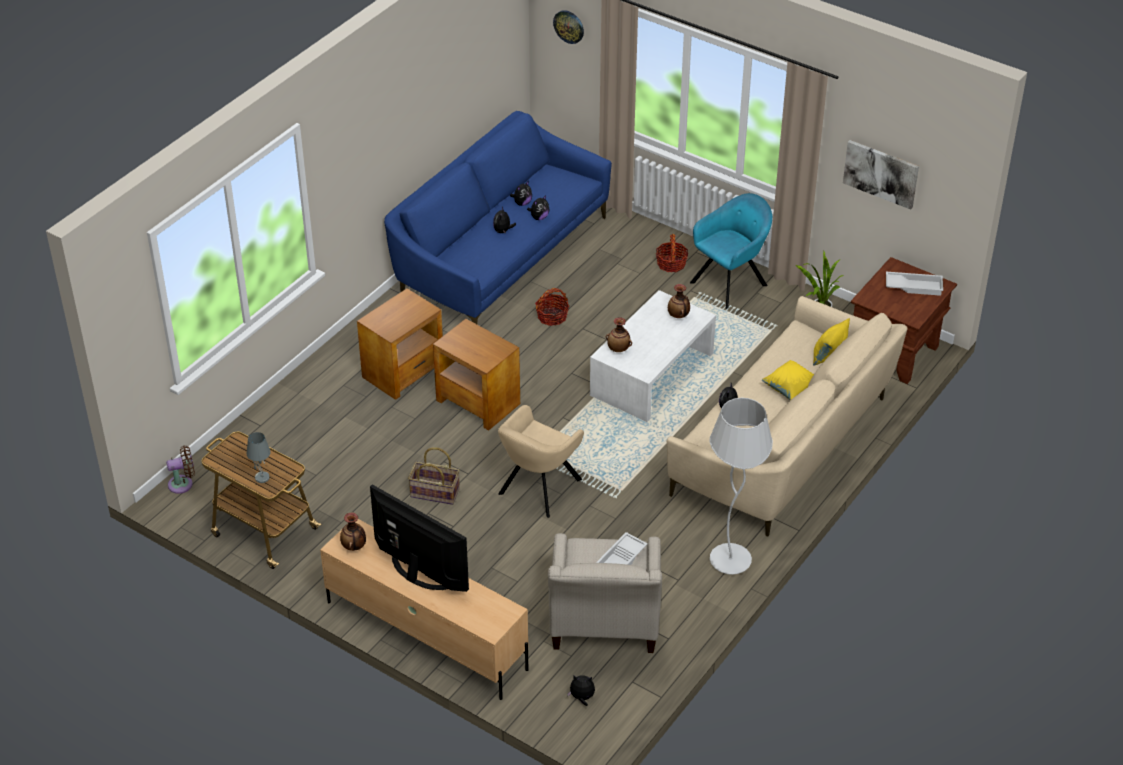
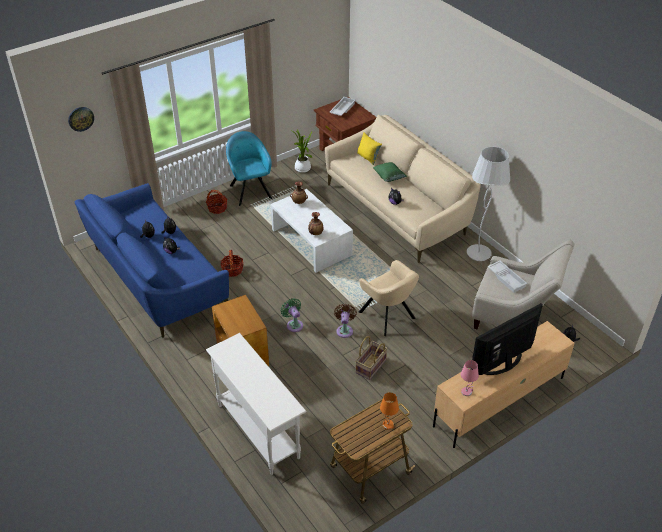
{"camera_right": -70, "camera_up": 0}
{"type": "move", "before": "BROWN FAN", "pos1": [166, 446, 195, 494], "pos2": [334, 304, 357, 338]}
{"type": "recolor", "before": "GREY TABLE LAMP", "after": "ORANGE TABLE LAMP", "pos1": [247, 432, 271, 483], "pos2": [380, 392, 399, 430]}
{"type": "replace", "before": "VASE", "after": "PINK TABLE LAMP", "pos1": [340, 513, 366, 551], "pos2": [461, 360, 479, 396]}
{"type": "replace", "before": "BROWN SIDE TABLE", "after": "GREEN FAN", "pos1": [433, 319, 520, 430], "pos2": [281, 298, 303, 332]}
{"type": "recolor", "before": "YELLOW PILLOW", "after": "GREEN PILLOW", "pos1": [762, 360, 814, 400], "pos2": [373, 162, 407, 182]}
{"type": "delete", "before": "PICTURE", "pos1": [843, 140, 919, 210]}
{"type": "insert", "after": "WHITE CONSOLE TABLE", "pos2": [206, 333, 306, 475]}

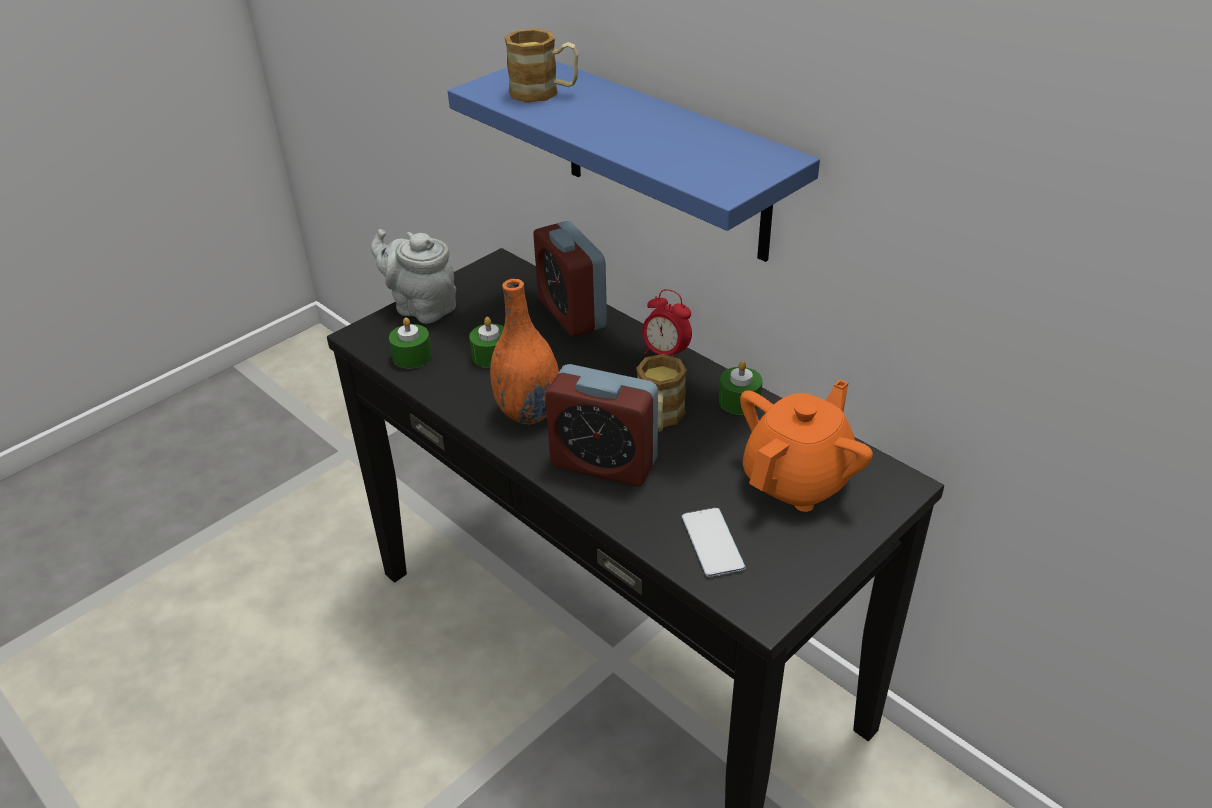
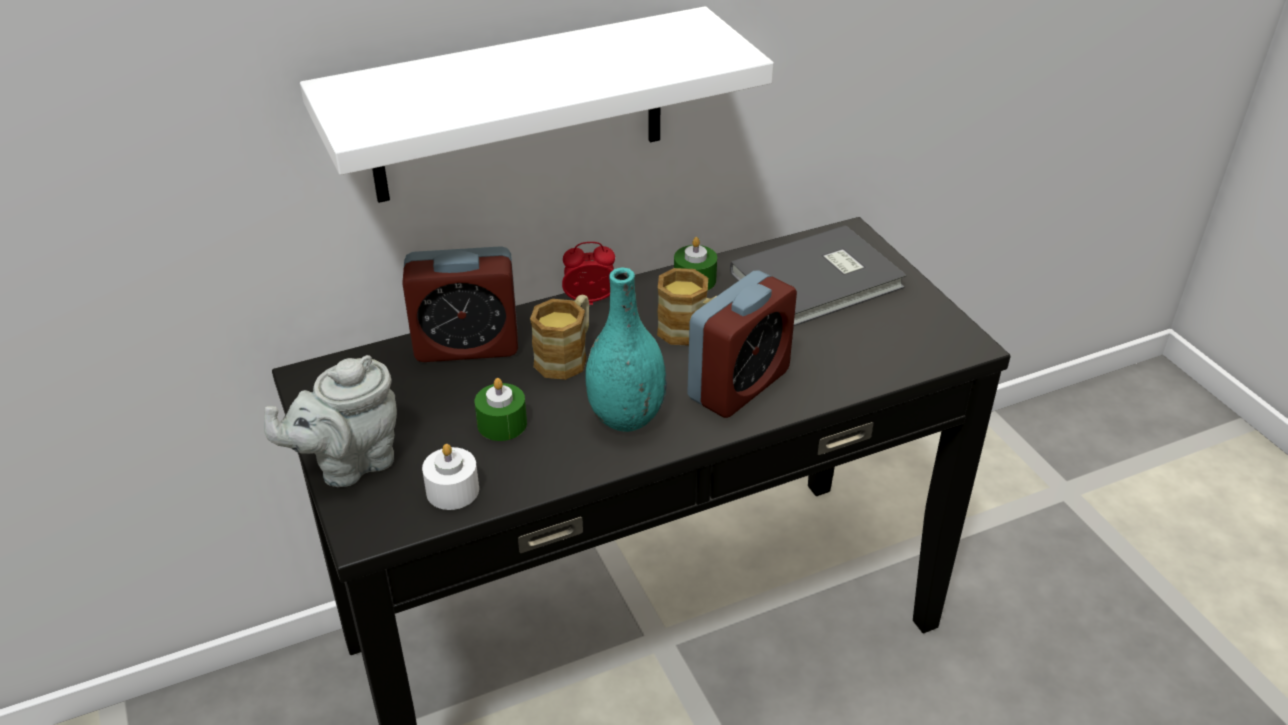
{"camera_right": -70, "camera_up": 0}
{"type": "recolor", "before": "GREEN CANDLE", "after": "WHITE CANDLE", "pos1": [389, 317, 432, 368], "pos2": [422, 444, 479, 510]}
{"type": "recolor", "before": "BLUE SHELF", "after": "WHITE SHELF", "pos1": [448, 61, 820, 262], "pos2": [300, 6, 774, 203]}
{"type": "recolor", "before": "ORANGE VASE", "after": "TURQUOISE VASE", "pos1": [490, 279, 559, 424], "pos2": [585, 267, 667, 432]}
{"type": "move", "before": "MUG", "pos1": [504, 28, 578, 103], "pos2": [530, 295, 589, 380]}
{"type": "rotate", "before": "ALARM CLOCK", "pos1": [642, 289, 692, 357], "pos2": [562, 242, 615, 305], "turn": -150}
{"type": "delete", "before": "PHONE", "pos1": [682, 507, 746, 577]}
{"type": "replace", "before": "ORANGE TEAPOT", "after": "GREY BOOK", "pos1": [740, 380, 873, 512], "pos2": [730, 225, 907, 326]}

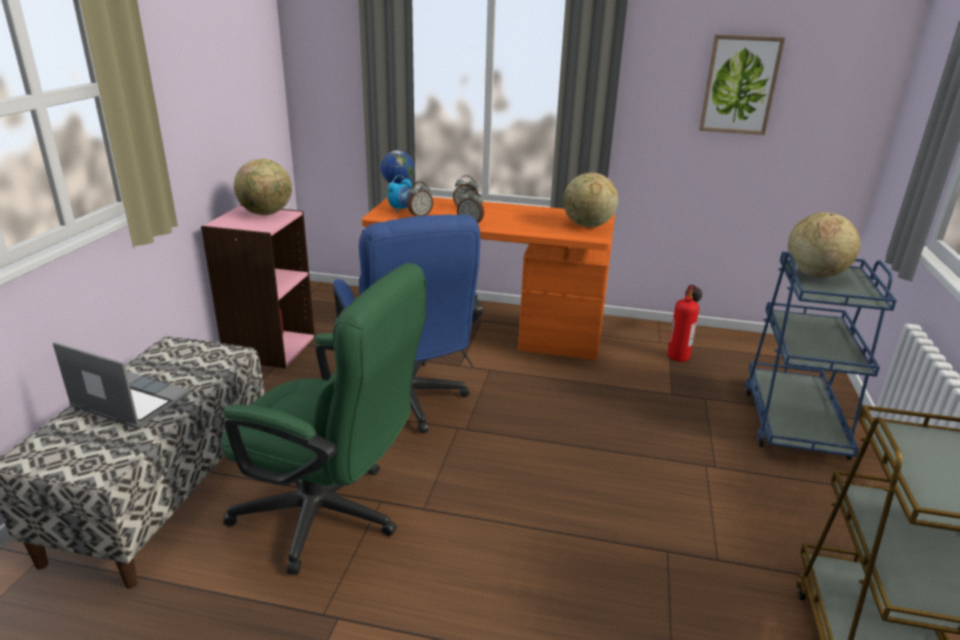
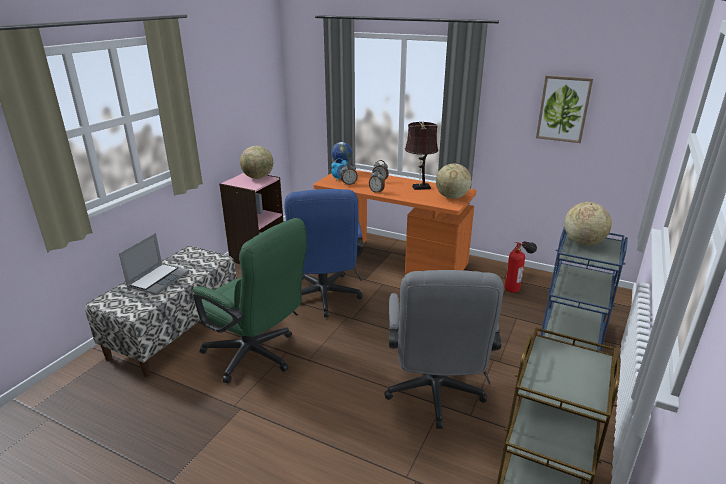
{"camera_right": 15, "camera_up": 0}
{"type": "rotate", "before": "LAPTOP", "pos1": [53, 342, 191, 429], "pos2": [119, 233, 189, 295], "turn": 75}
{"type": "insert", "after": "GREY OFFICE CHAIR", "pos2": [384, 270, 504, 429]}
{"type": "insert", "after": "BROWN TABLE LAMP", "pos2": [405, 122, 438, 190]}

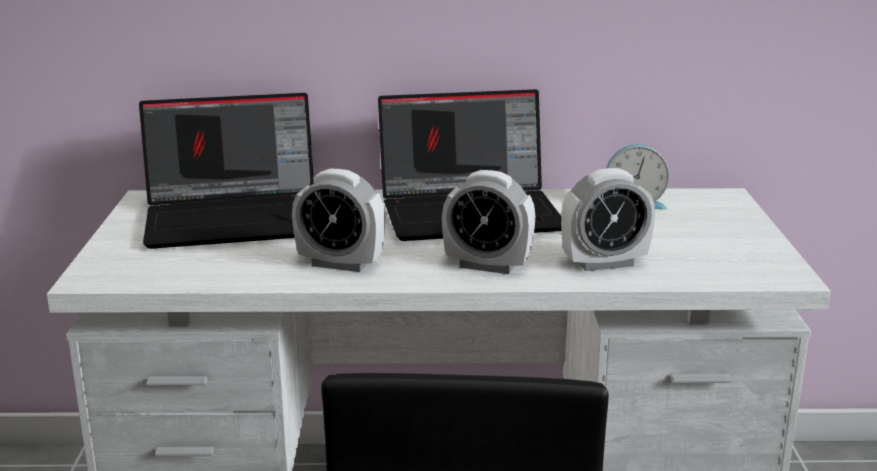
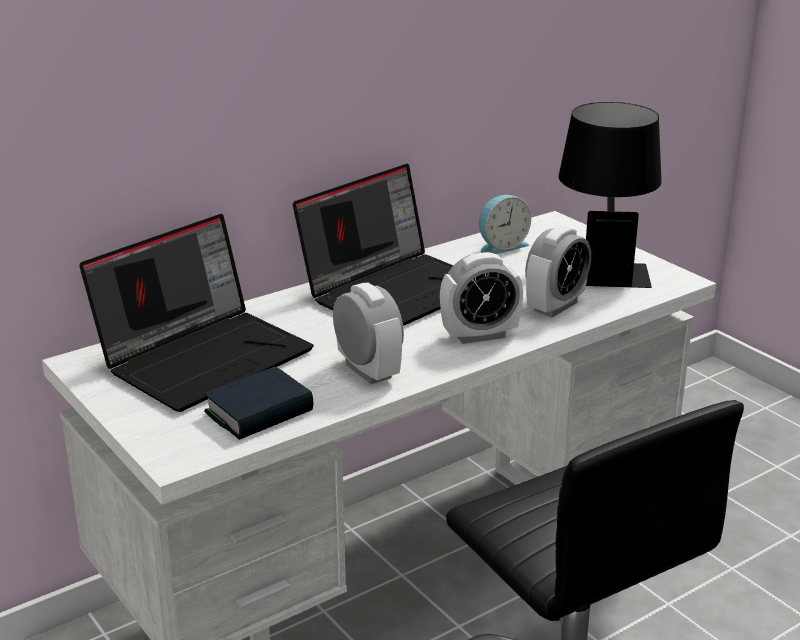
{"camera_right": -35, "camera_up": 5}
{"type": "rotate", "before": "ALARM CLOCK", "pos1": [292, 169, 385, 272], "pos2": [333, 283, 404, 384], "turn": -105}
{"type": "insert", "after": "BOOK", "pos2": [204, 366, 313, 440]}
{"type": "insert", "after": "BLACK TABLE LAMP", "pos2": [559, 102, 662, 288]}

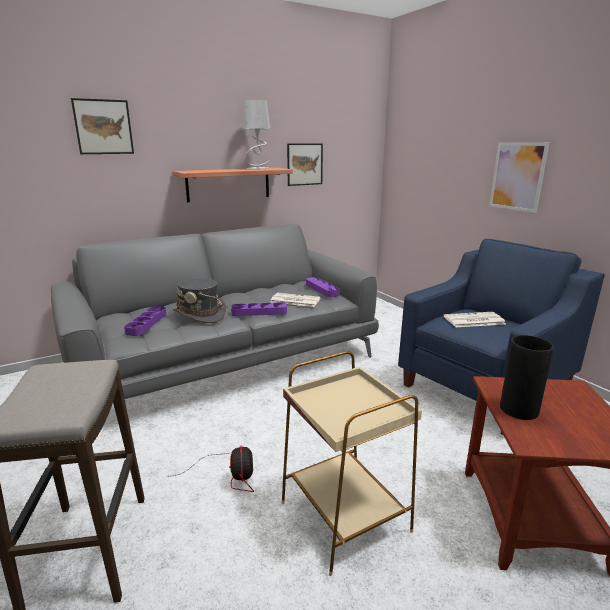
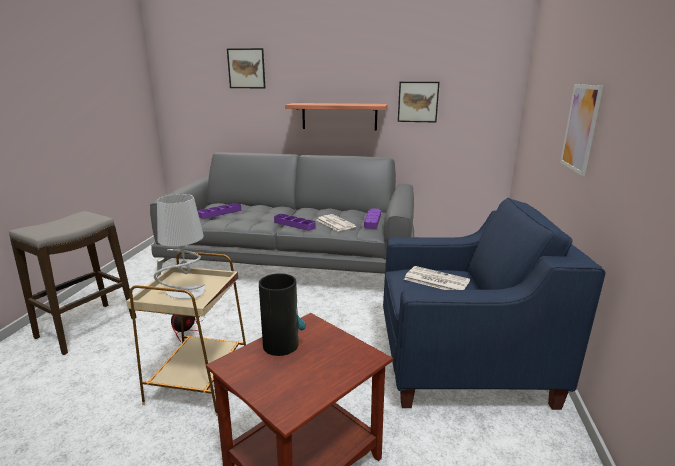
{"camera_right": 40, "camera_up": 0}
{"type": "delete", "before": "GREY HAT", "pos1": [173, 278, 226, 323]}
{"type": "move", "before": "GREY TABLE LAMP", "pos1": [243, 100, 270, 170], "pos2": [154, 194, 205, 299]}

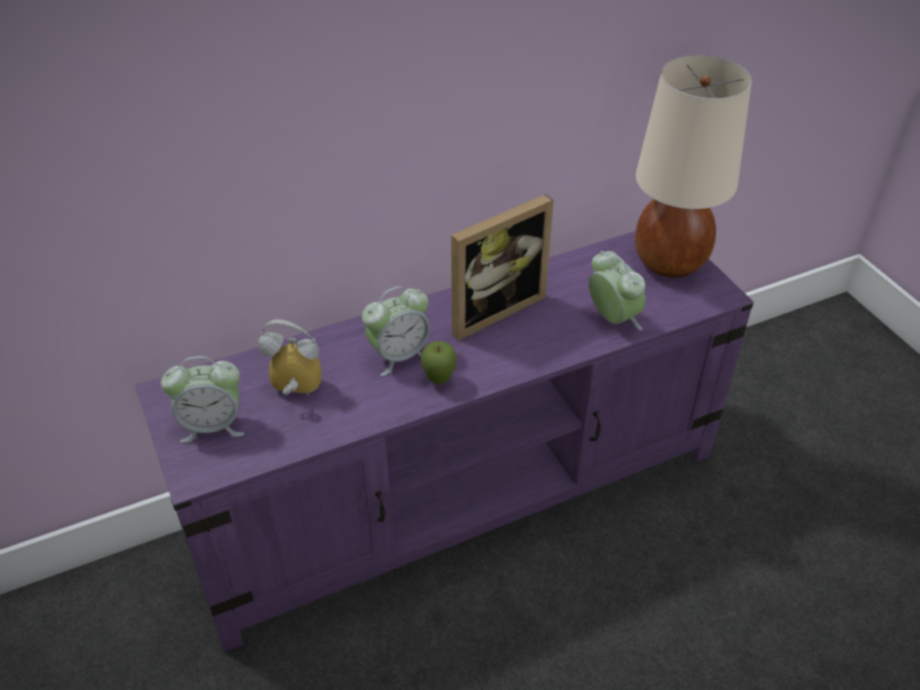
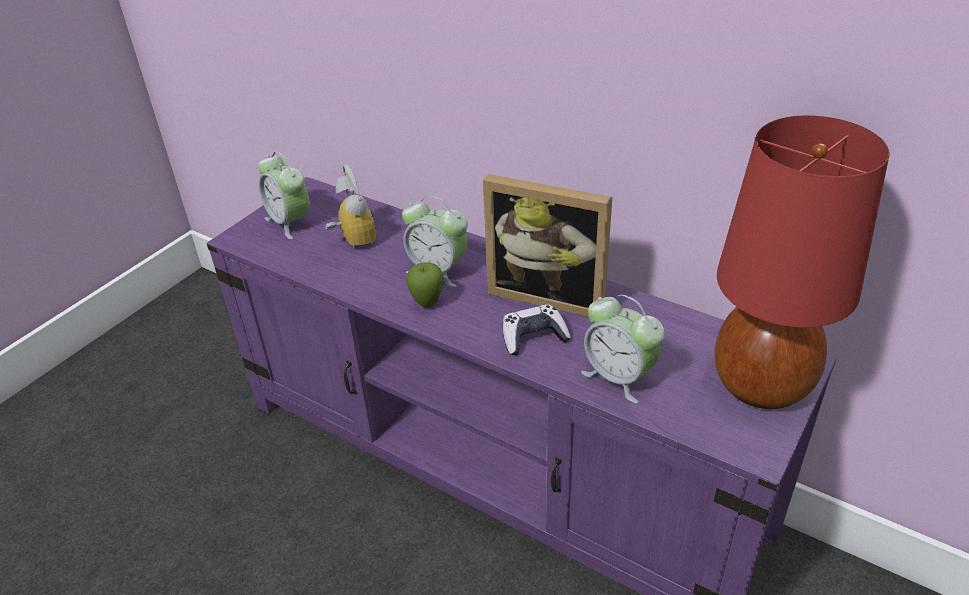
{"camera_right": 60, "camera_up": -5}
{"type": "rotate", "before": "ALARM CLOCK", "pos1": [589, 251, 646, 330], "pos2": [581, 294, 665, 403], "turn": 105}
{"type": "recolor", "before": "BEIGE TABLE LAMP", "after": "RED TABLE LAMP", "pos1": [635, 55, 752, 278], "pos2": [715, 115, 890, 409]}
{"type": "insert", "after": "GAME CONTROLLER", "pos2": [503, 304, 571, 355]}

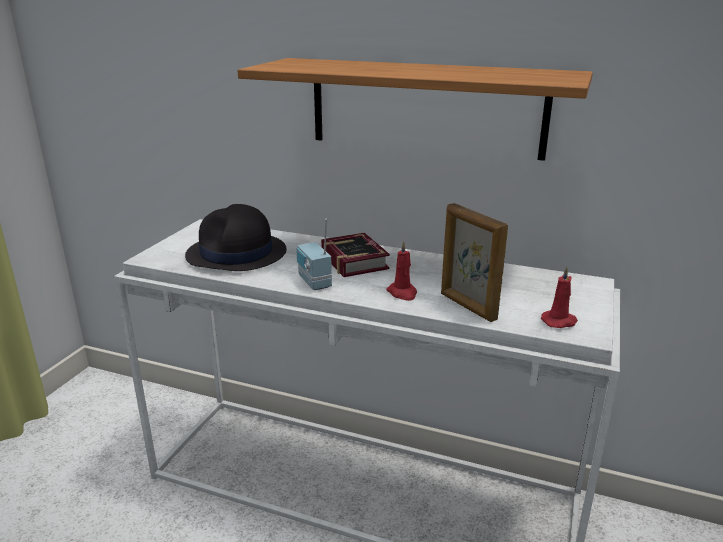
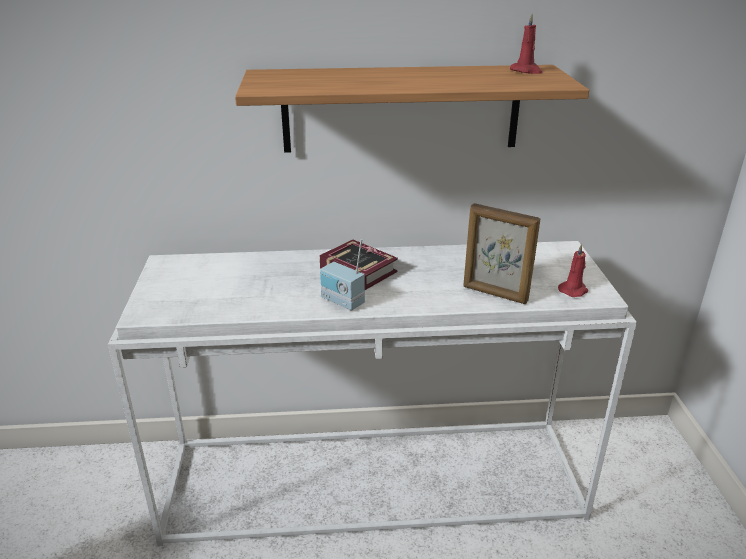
{"camera_right": -25, "camera_up": 5}
{"type": "delete", "before": "BLACK HAT", "pos1": [185, 204, 287, 271]}
{"type": "move", "before": "RED CANDLE", "pos1": [386, 241, 417, 301], "pos2": [510, 14, 542, 74]}

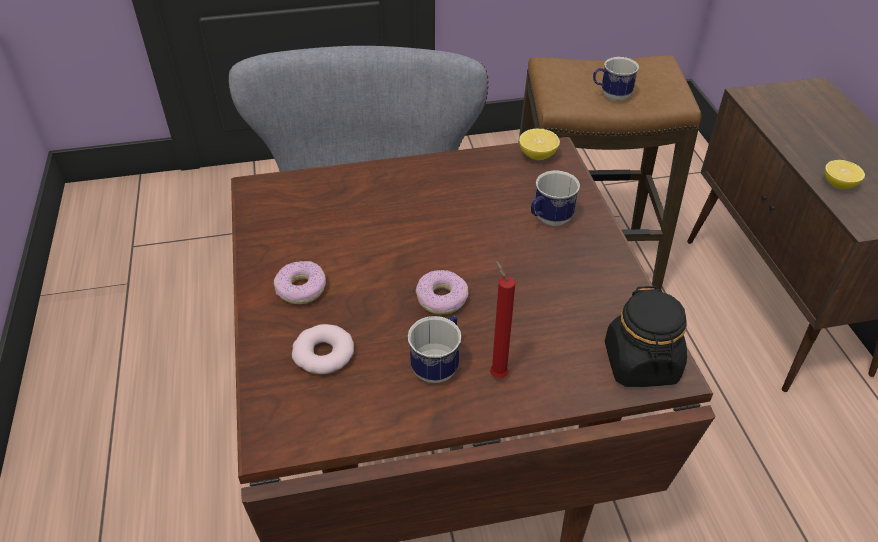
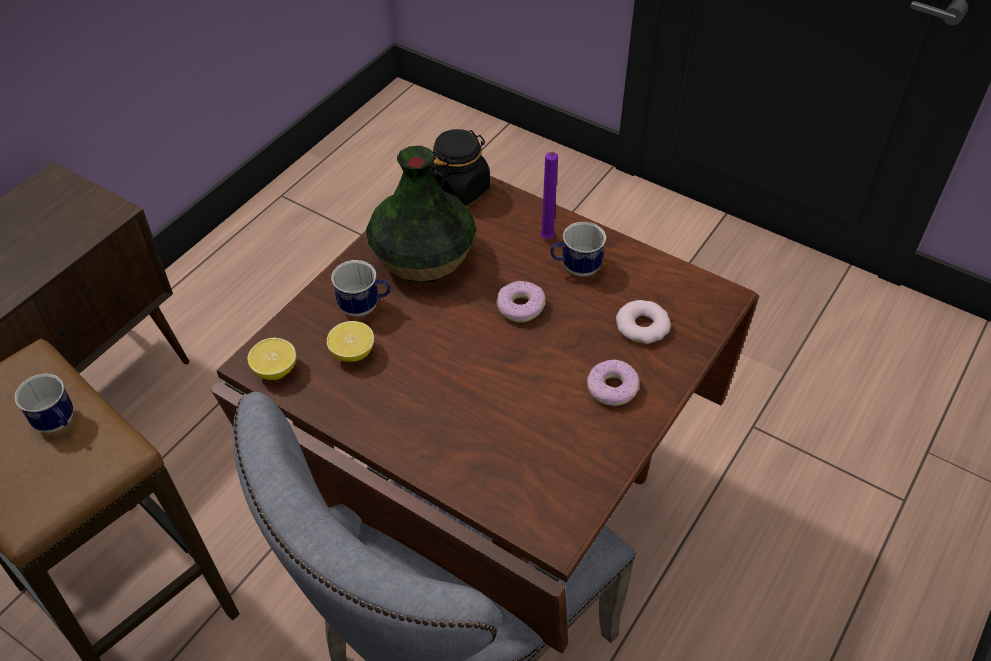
{"camera_right": -135, "camera_up": 5}
{"type": "recolor", "before": "RED CANDLE", "after": "PURPLE CANDLE", "pos1": [490, 260, 516, 378], "pos2": [540, 152, 558, 239]}
{"type": "move", "before": "LEMON", "pos1": [825, 160, 865, 189], "pos2": [327, 321, 374, 362]}
{"type": "insert", "after": "VASE", "pos2": [366, 146, 476, 282]}

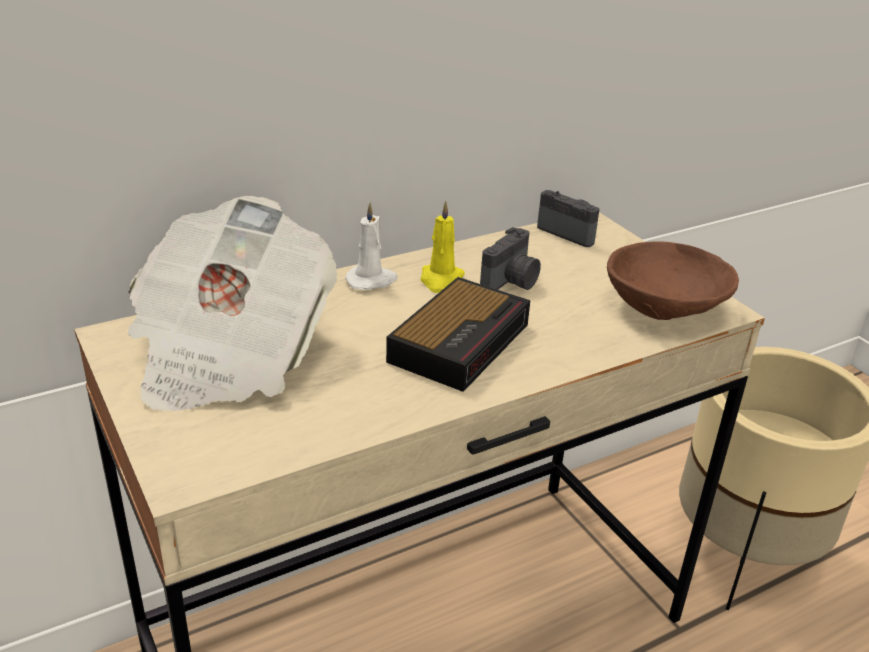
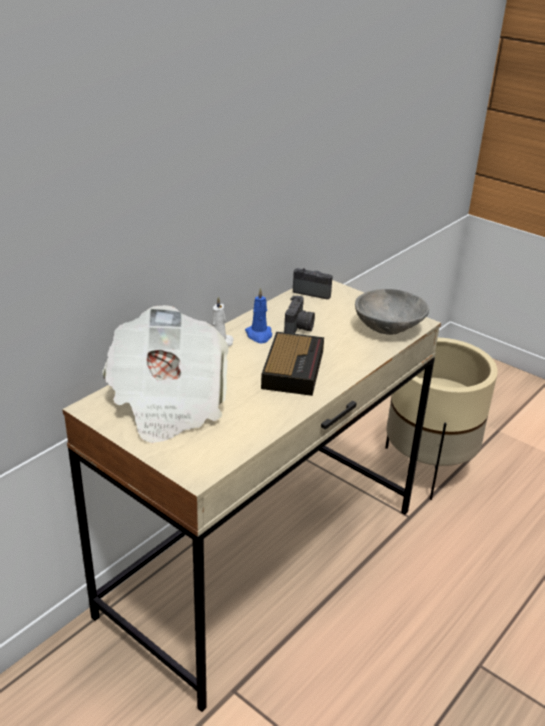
{"camera_right": -20, "camera_up": 0}
{"type": "recolor", "before": "YELLOW CANDLE", "after": "BLUE CANDLE", "pos1": [421, 201, 465, 293], "pos2": [245, 287, 272, 343]}
{"type": "recolor", "before": "BROWN BOWL", "after": "GREY BOWL", "pos1": [607, 242, 739, 320], "pos2": [355, 289, 429, 335]}

